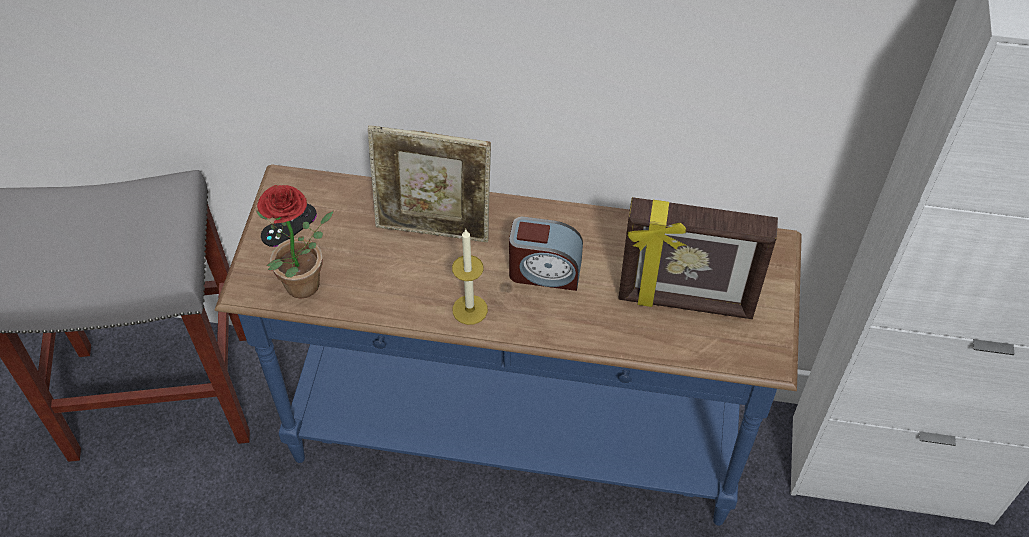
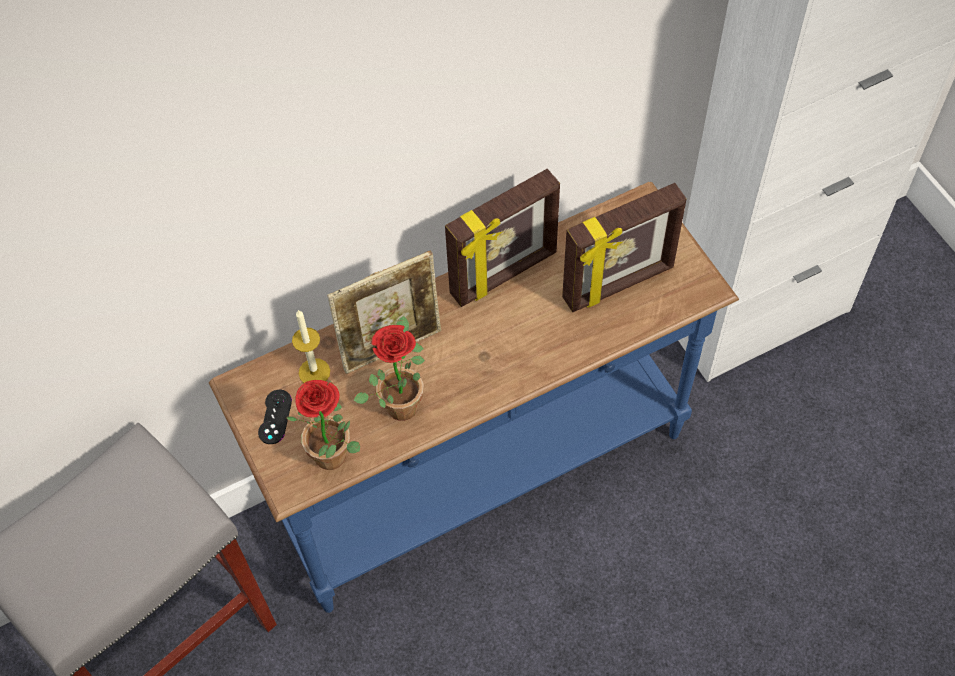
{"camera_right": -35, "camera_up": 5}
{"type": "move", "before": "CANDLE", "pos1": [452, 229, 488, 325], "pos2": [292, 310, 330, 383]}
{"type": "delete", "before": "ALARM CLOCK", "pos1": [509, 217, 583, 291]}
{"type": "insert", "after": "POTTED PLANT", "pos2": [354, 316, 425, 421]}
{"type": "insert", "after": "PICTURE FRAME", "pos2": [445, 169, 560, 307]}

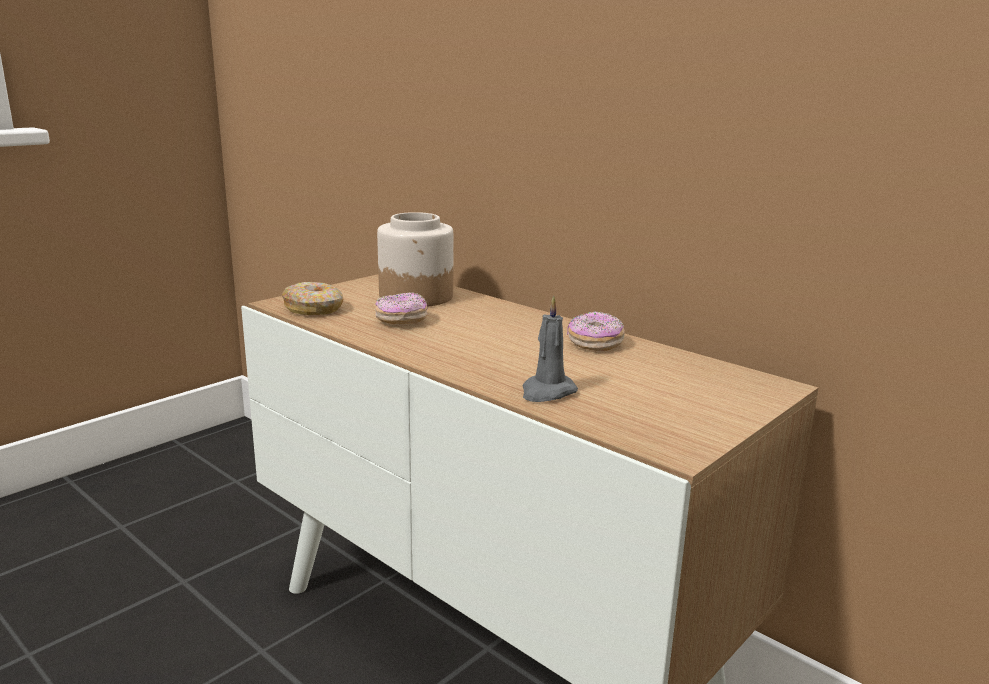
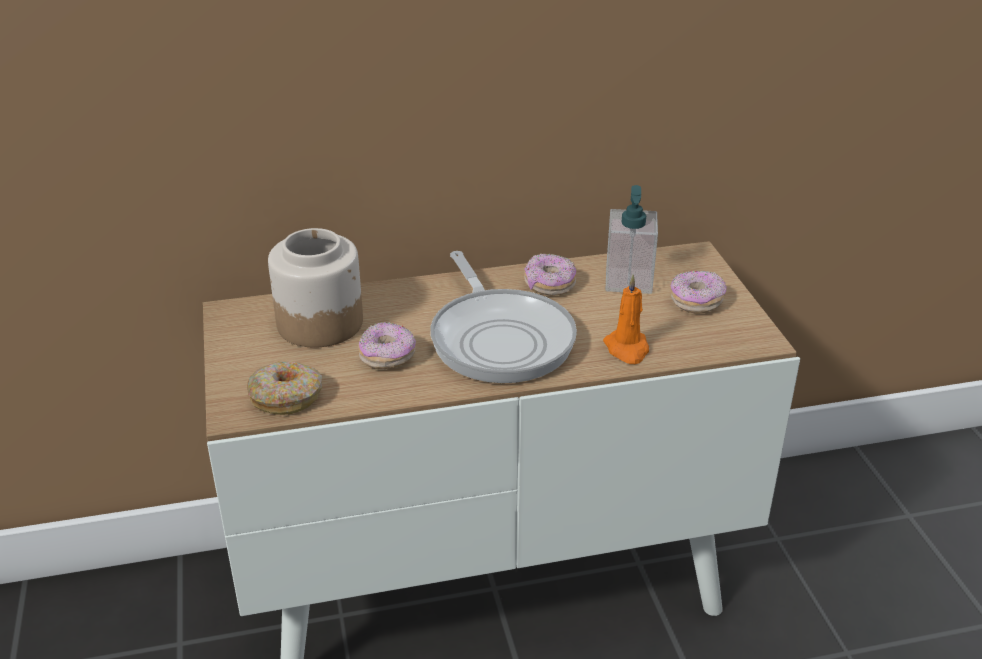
{"camera_right": -55, "camera_up": 15}
{"type": "recolor", "before": "GREY CANDLE", "after": "ORANGE CANDLE", "pos1": [522, 295, 578, 402], "pos2": [603, 275, 649, 364]}
{"type": "insert", "after": "FRYING PAN", "pos2": [430, 251, 577, 383]}
{"type": "insert", "after": "SOAP DISPENSER", "pos2": [605, 185, 658, 294]}
{"type": "insert", "after": "DONUT", "pos2": [671, 271, 727, 314]}

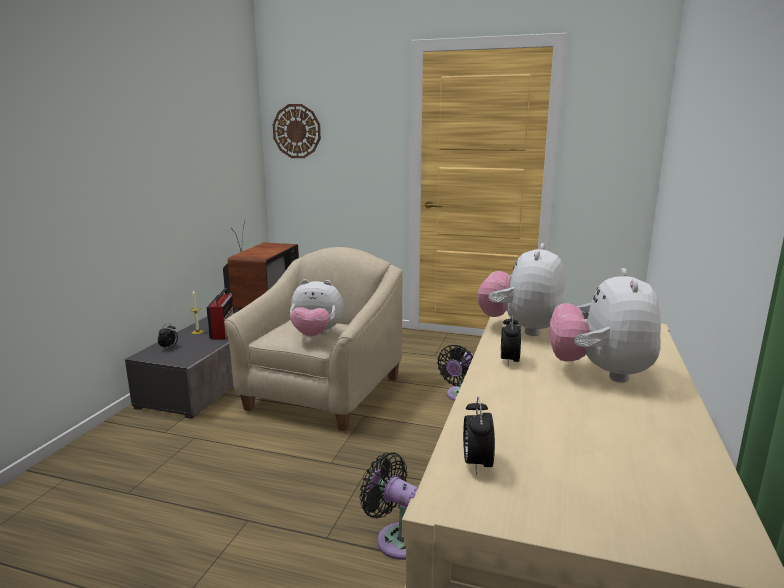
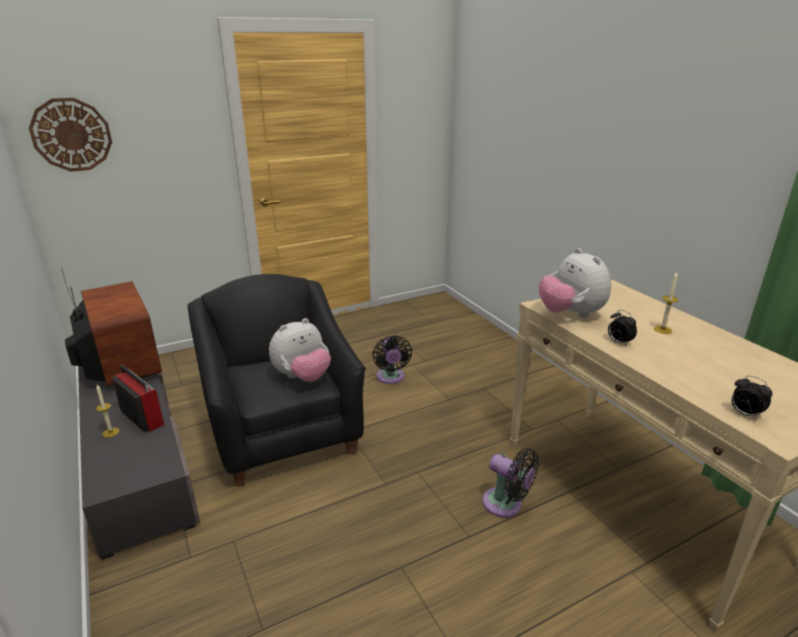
{"camera_right": -45, "camera_up": 10}
{"type": "delete", "before": "ALARM CLOCK", "pos1": [158, 323, 178, 350]}
{"type": "recolor", "before": "BEIGE ARMCHAIR", "after": "BLACK ARMCHAIR", "pos1": [224, 247, 403, 431], "pos2": [188, 274, 366, 487]}
{"type": "rotate", "before": "BLACK FAN", "pos1": [359, 452, 418, 560], "pos2": [482, 448, 539, 518], "turn": -135}
{"type": "replace", "before": "PLUSH TOY", "after": "CANDLE", "pos1": [549, 268, 661, 383], "pos2": [654, 272, 678, 334]}

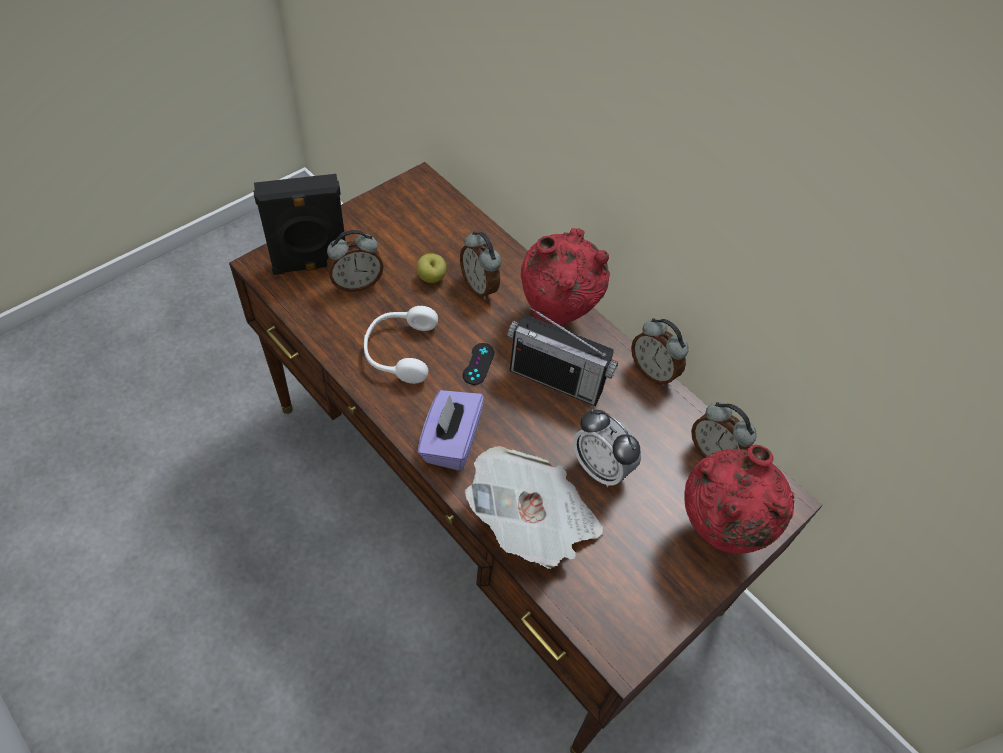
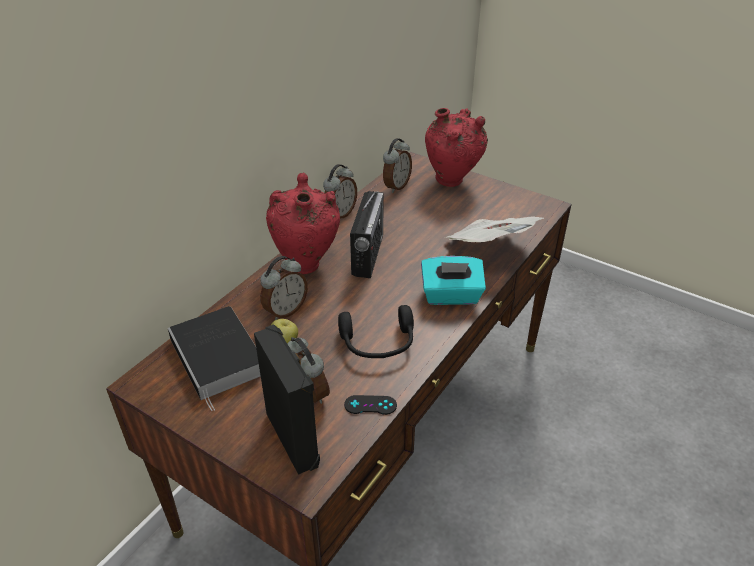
{"camera_right": -100, "camera_up": -15}
{"type": "recolor", "before": "WHITE HEADPHONES", "after": "BLACK HEADPHONES", "pos1": [364, 306, 438, 384], "pos2": [338, 305, 414, 358]}
{"type": "recolor", "before": "PURPLE TISSUE BOX", "after": "TURQUOISE TISSUE BOX", "pos1": [417, 390, 484, 471], "pos2": [421, 256, 486, 305]}
{"type": "move", "before": "BLACK GAME CONTROLLER", "pos1": [463, 343, 495, 385], "pos2": [344, 395, 397, 415]}
{"type": "delete", "before": "ALARM CLOCK", "pos1": [573, 409, 641, 487]}
{"type": "insert", "after": "BOOK", "pos2": [168, 306, 261, 411]}

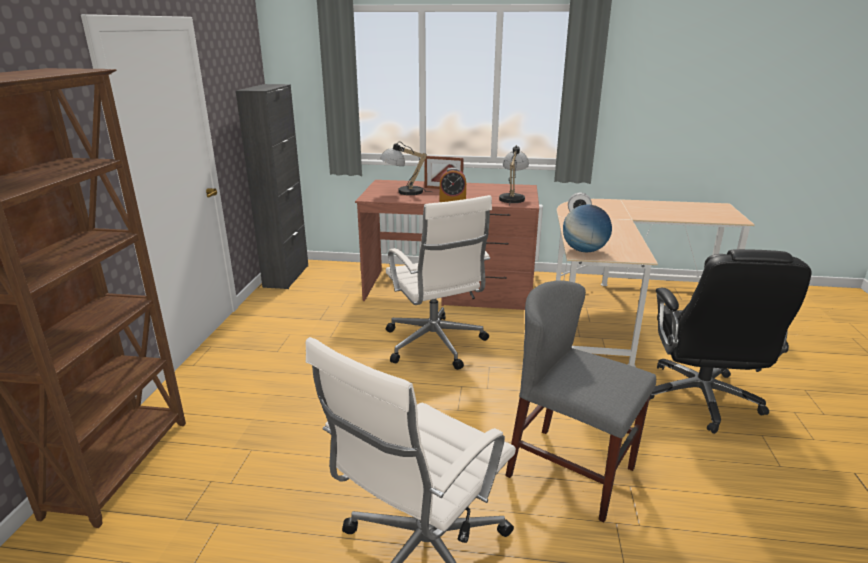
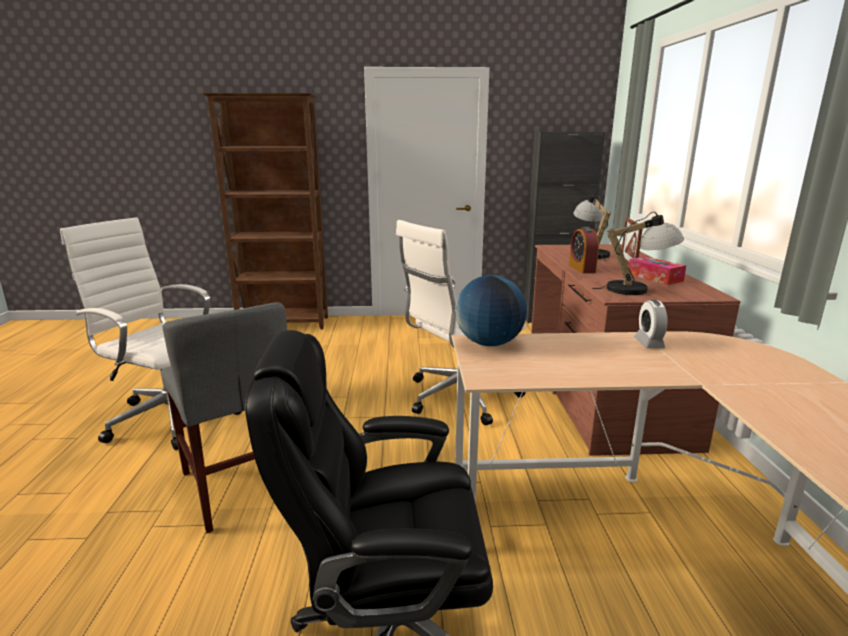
{"camera_right": 80, "camera_up": -5}
{"type": "rotate", "before": "GREY CHAIR", "pos1": [505, 280, 656, 522], "pos2": [161, 302, 287, 533], "turn": 120}
{"type": "insert", "after": "TISSUE BOX", "pos2": [628, 256, 686, 285]}

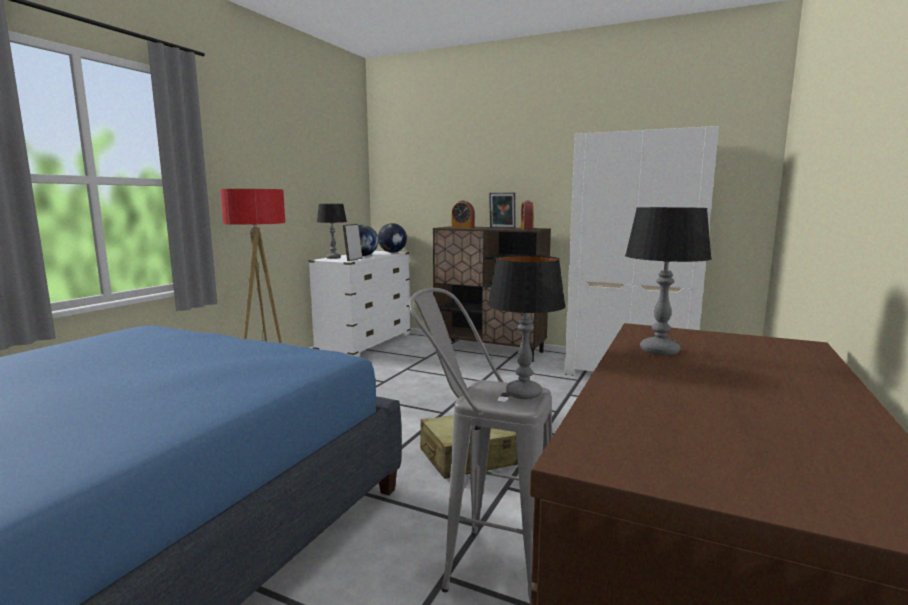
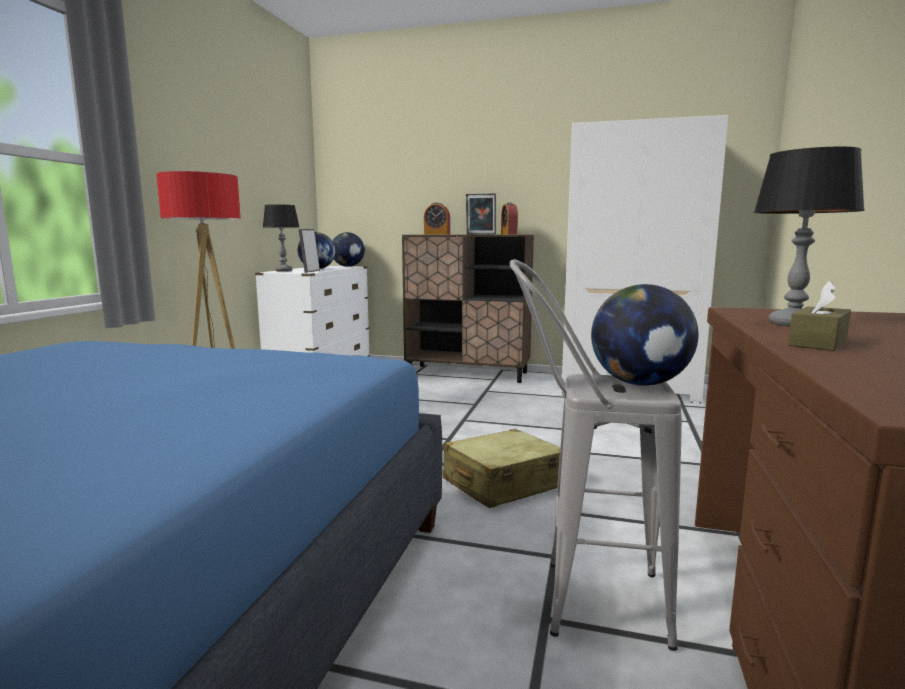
{"camera_right": -10, "camera_up": 0}
{"type": "replace", "before": "TABLE LAMP", "after": "GLOBE", "pos1": [488, 255, 566, 399], "pos2": [591, 284, 698, 386]}
{"type": "insert", "after": "BROWN TISSUE BOX", "pos2": [788, 281, 851, 351]}

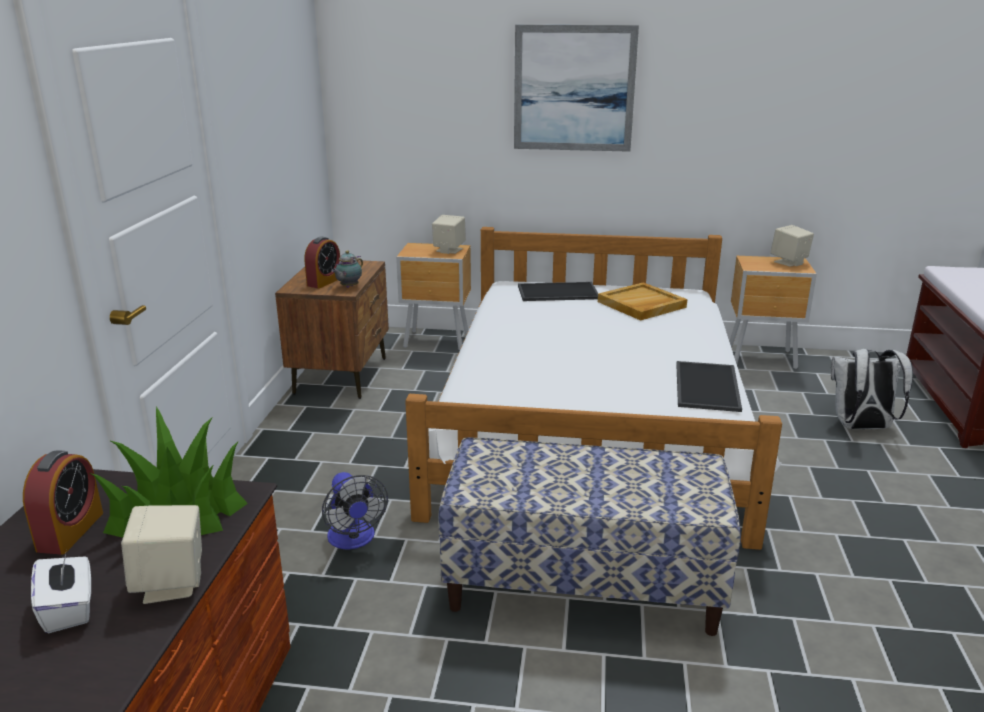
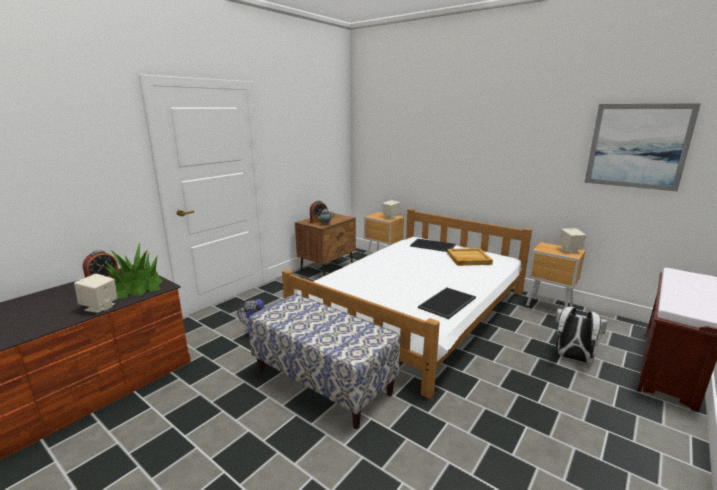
{"camera_right": 30, "camera_up": -5}
{"type": "delete", "before": "WHITE TISSUE BOX", "pos1": [31, 550, 91, 633]}
{"type": "move", "before": "PICTURE", "pos1": [514, 25, 639, 152], "pos2": [584, 103, 701, 191]}

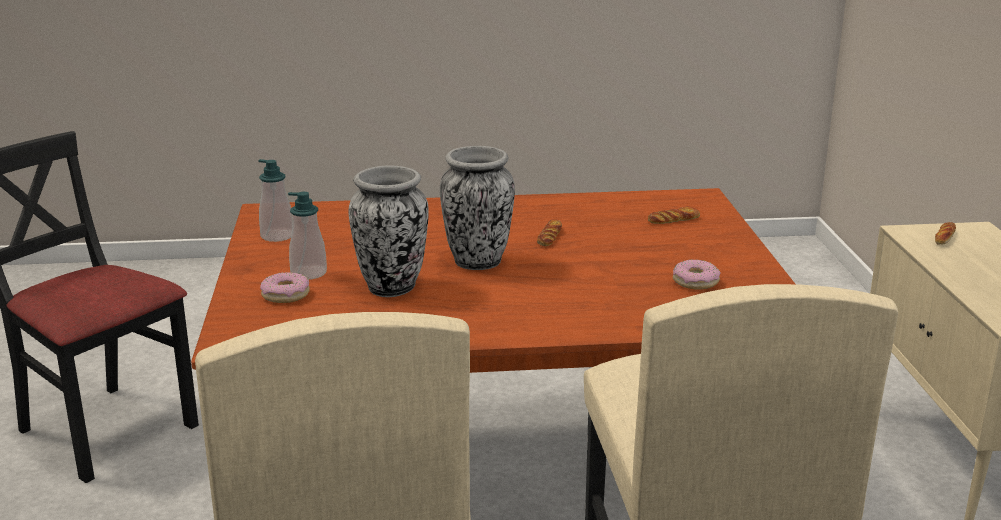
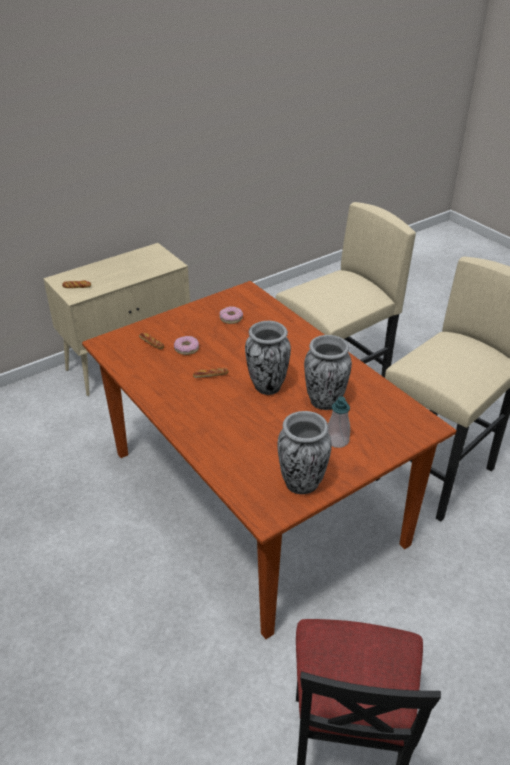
{"camera_right": -120, "camera_up": 15}
{"type": "replace", "before": "SOAP DISPENSER", "after": "VASE", "pos1": [258, 159, 293, 242], "pos2": [277, 411, 332, 494]}
{"type": "move", "before": "DONUT", "pos1": [260, 272, 310, 303], "pos2": [174, 336, 199, 355]}

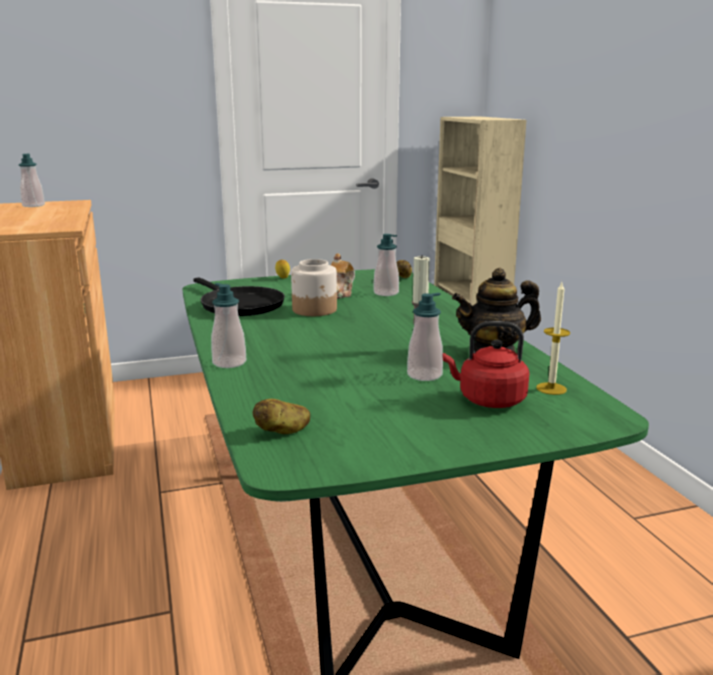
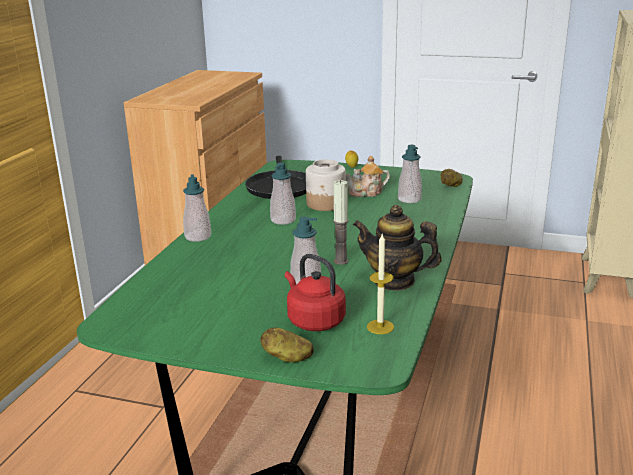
{"camera_right": 35, "camera_up": 5}
{"type": "move", "before": "SOAP DISPENSER", "pos1": [19, 154, 45, 207], "pos2": [270, 162, 296, 225]}
{"type": "move", "before": "POTATO", "pos1": [253, 399, 310, 434], "pos2": [260, 328, 314, 362]}

